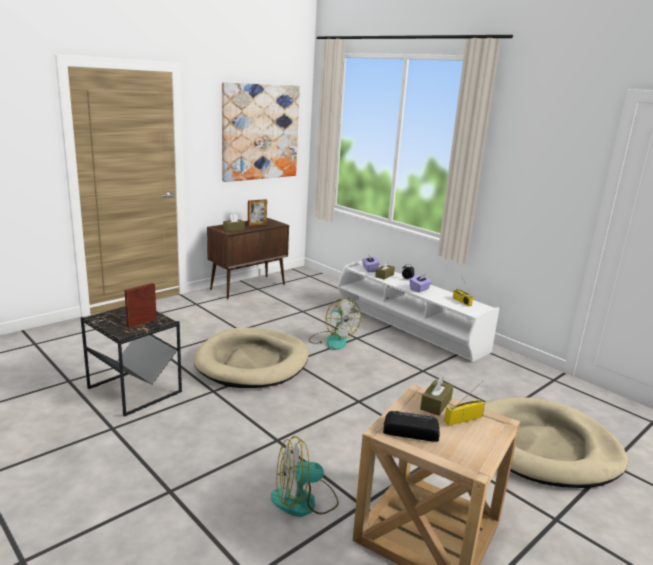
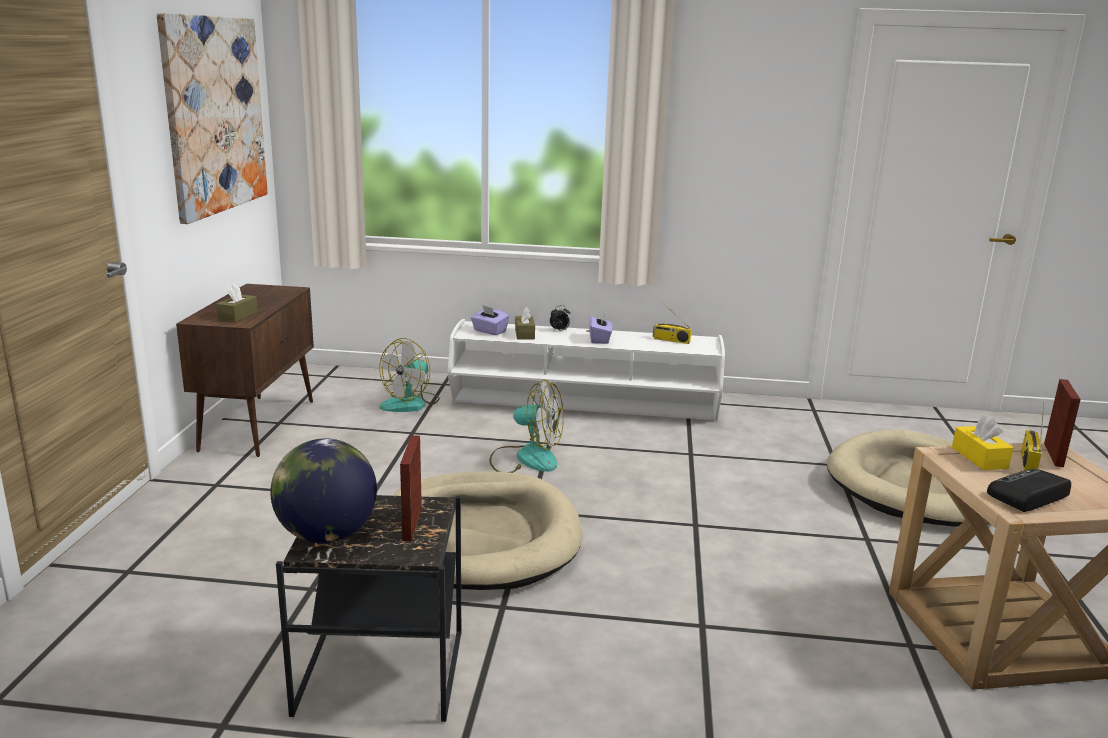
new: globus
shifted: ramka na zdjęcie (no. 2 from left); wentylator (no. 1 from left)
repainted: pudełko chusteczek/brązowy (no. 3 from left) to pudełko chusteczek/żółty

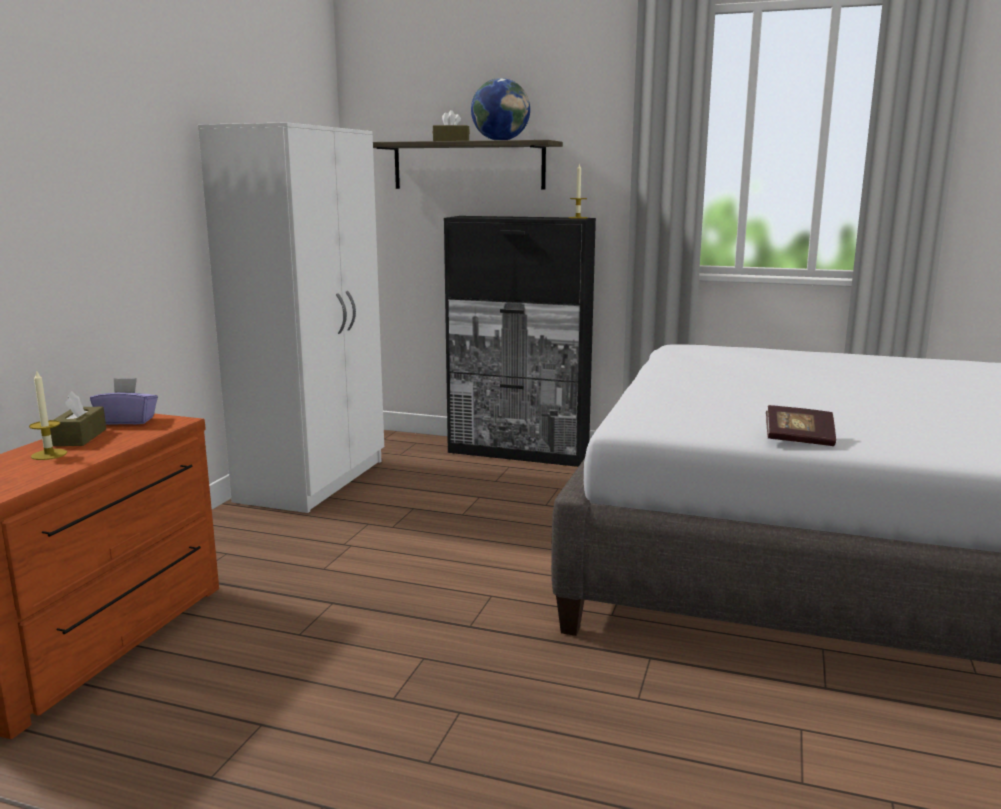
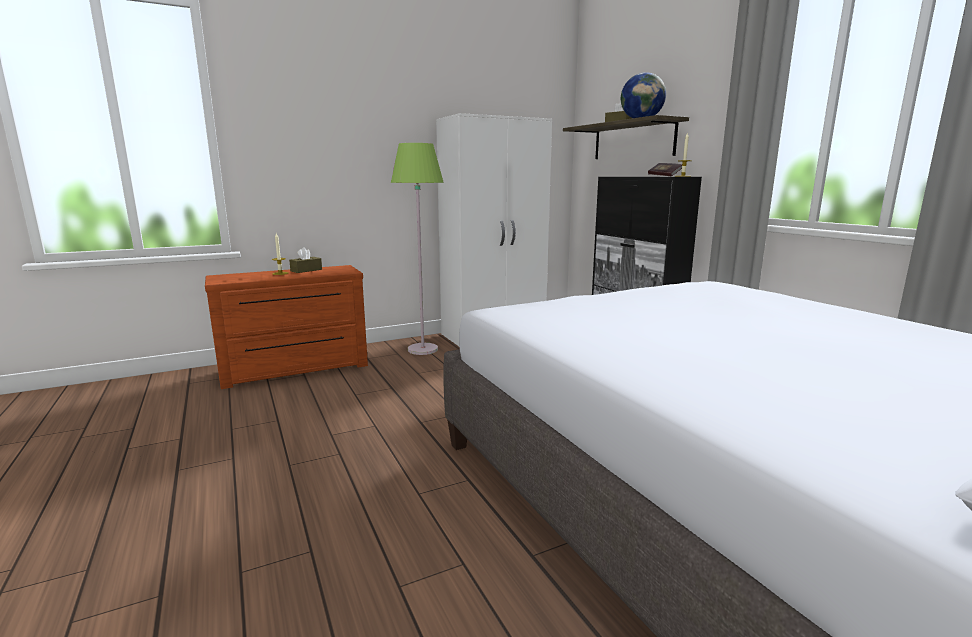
gone: pudełko chusteczek/fioletowy
new: lampa stojąca/zielony
shifted: książka

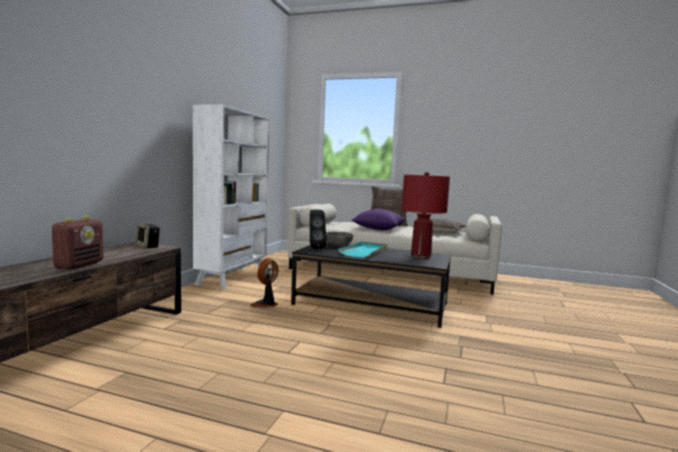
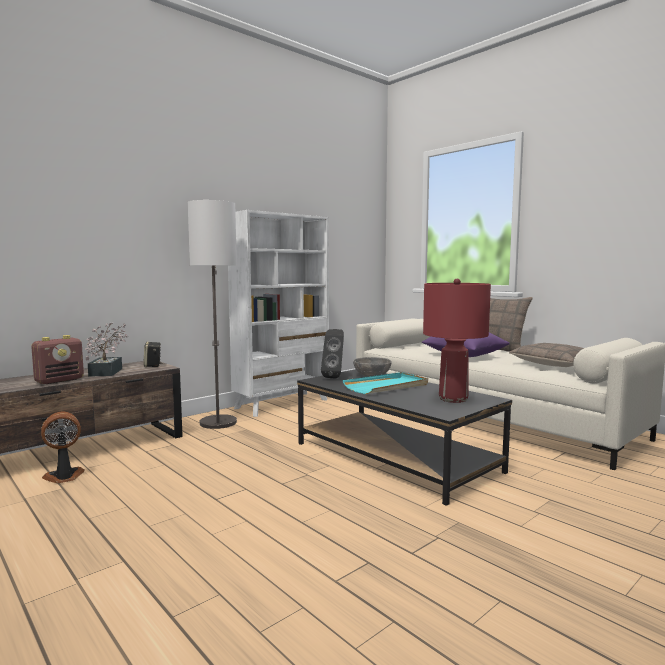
new: roślina doniczkowa; lampa stojąca
shifted: wentylator

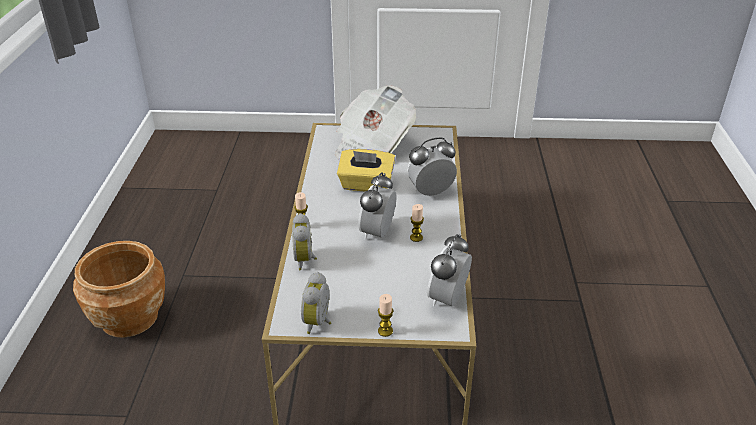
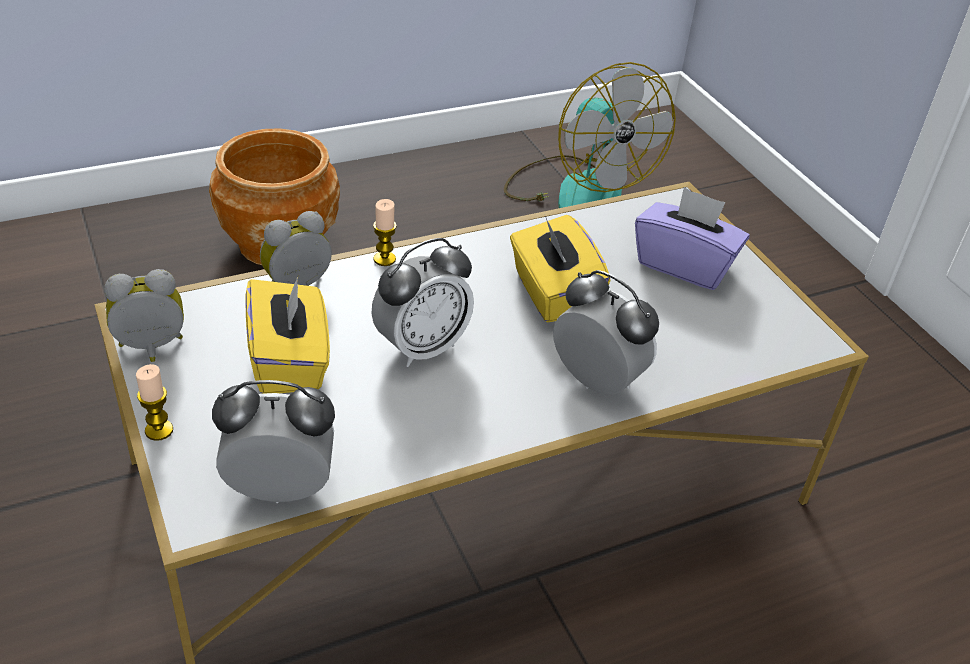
gone: świeca (no. 3 from left)
new: pudełko chusteczek/żółty (no. 1 from left); wentylator
swapped: gazeta to pudełko chusteczek/fioletowy
rotated: budzik (no. 3 from left in the first image) 150 degrees clockwise

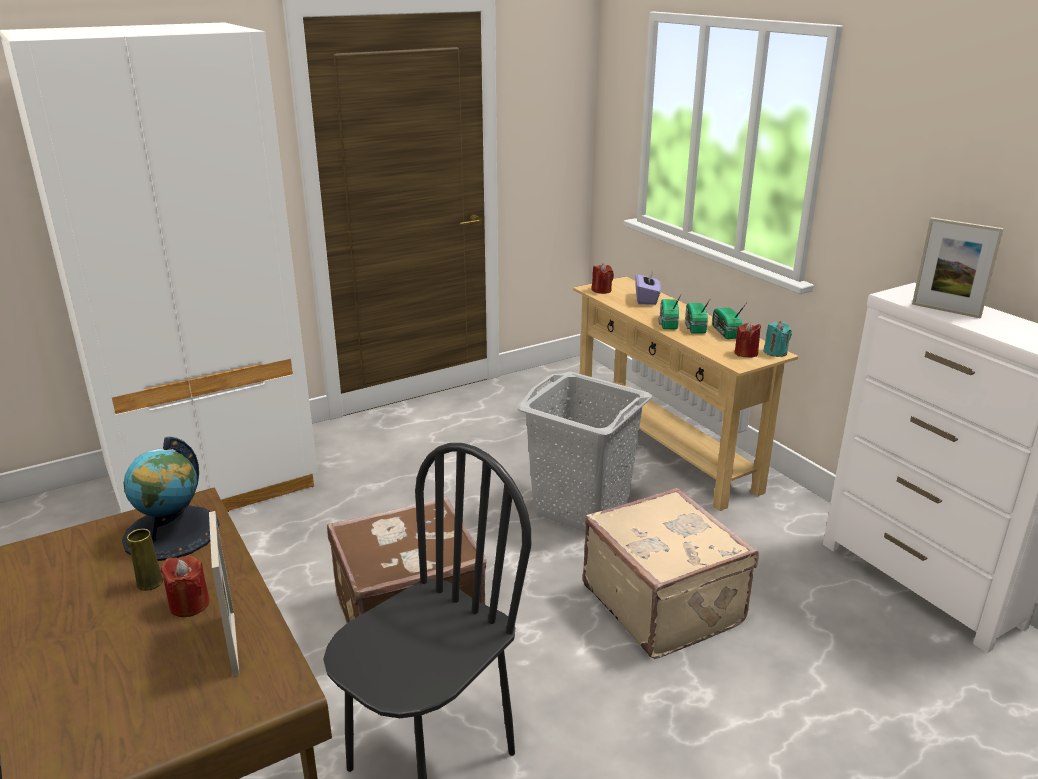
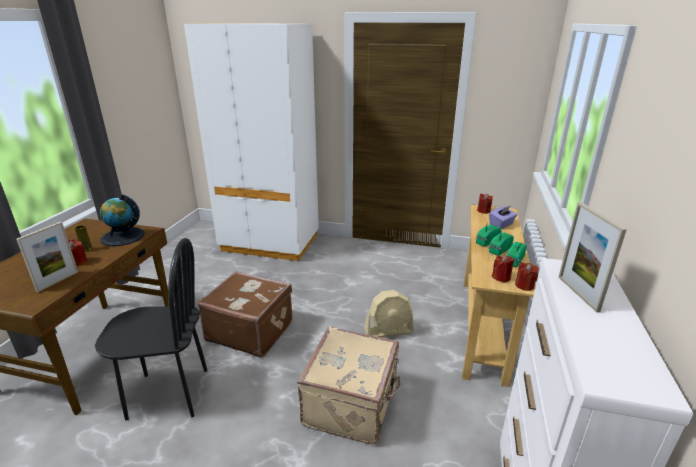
swapped: kosz na pranie/szary to wentylator/beżowy
repainted: świeca/turkusowy to świeca/czerwony (no. 4 from left)

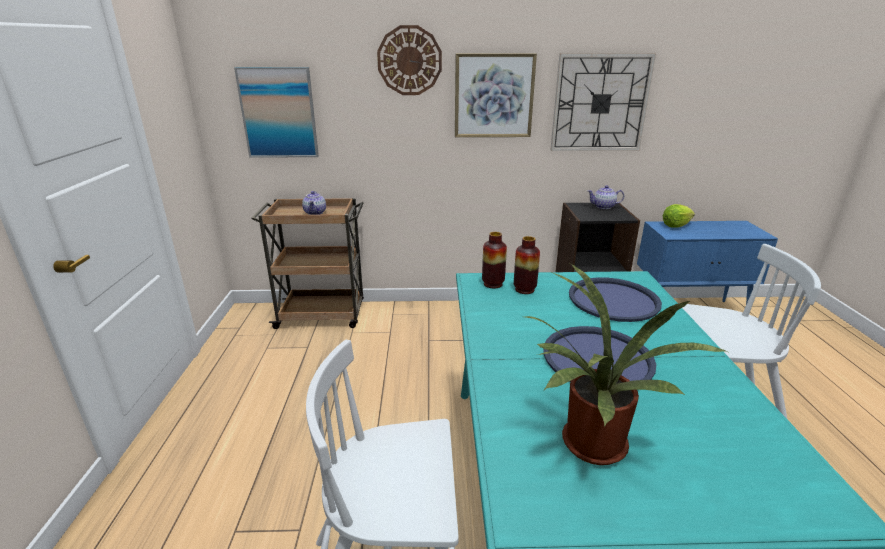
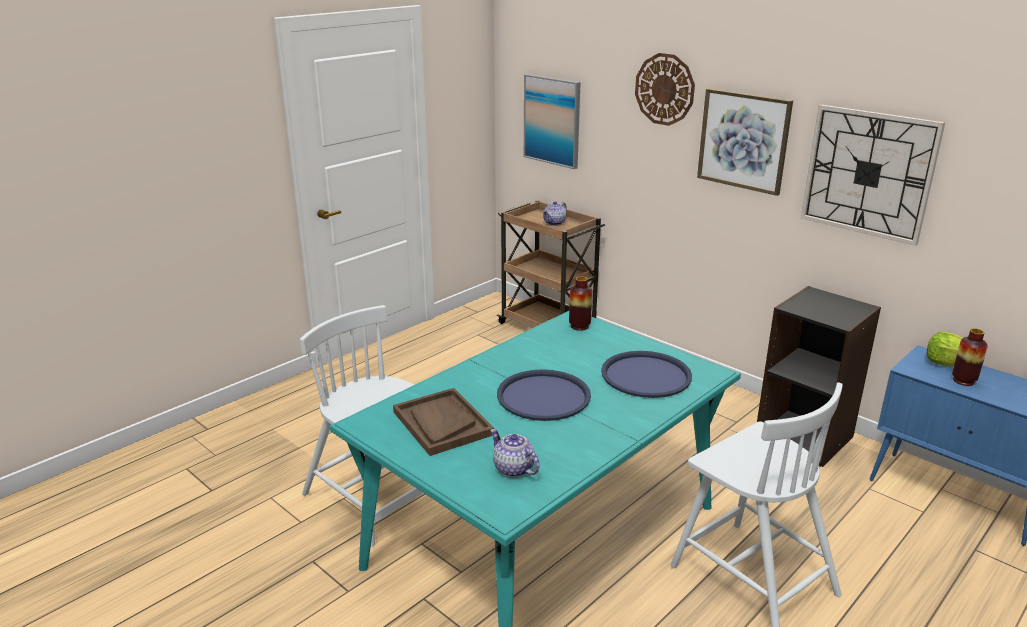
shifted: wazon (no. 2 from left); imbryk (no. 2 from left in the first image) to imbryk (no. 1 from left)
swapped: roślina doniczkowa to taca/brązowy

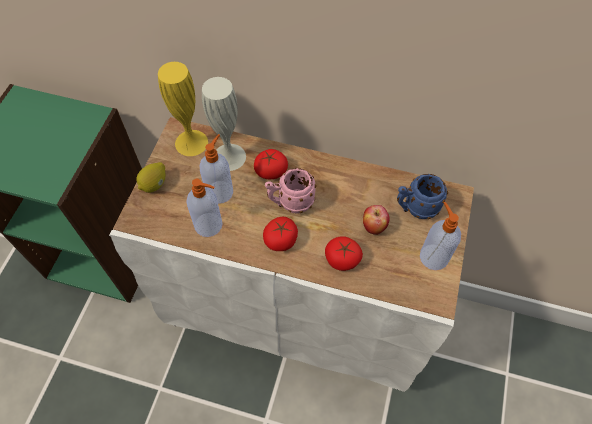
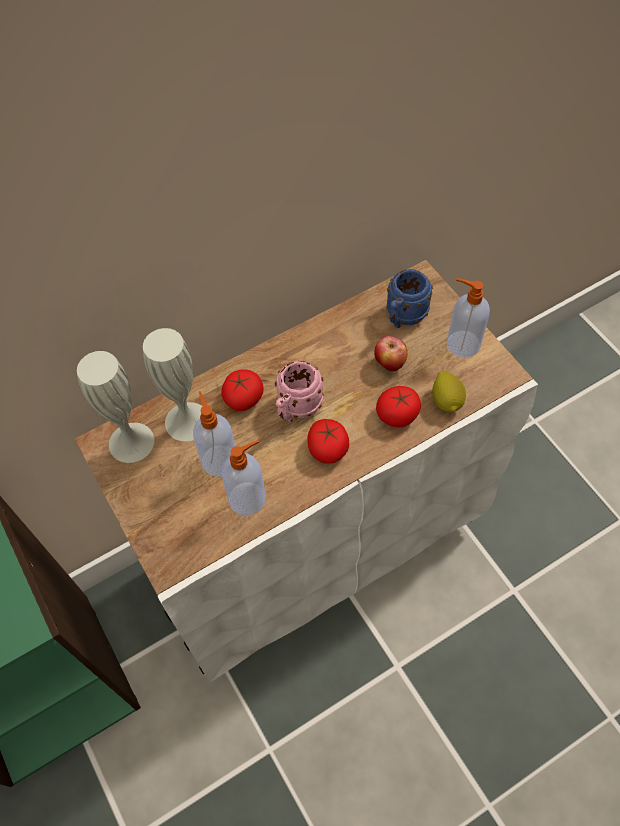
shifted: cytryna
repainted: wazon/żółty to wazon/biały (no. 1 from left)

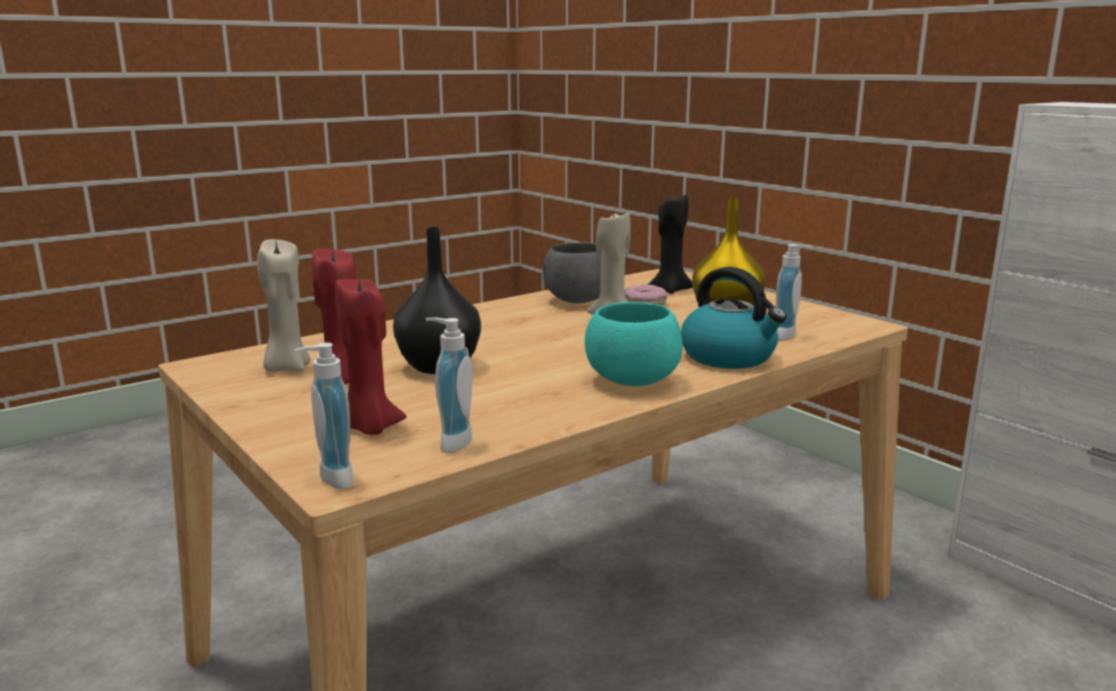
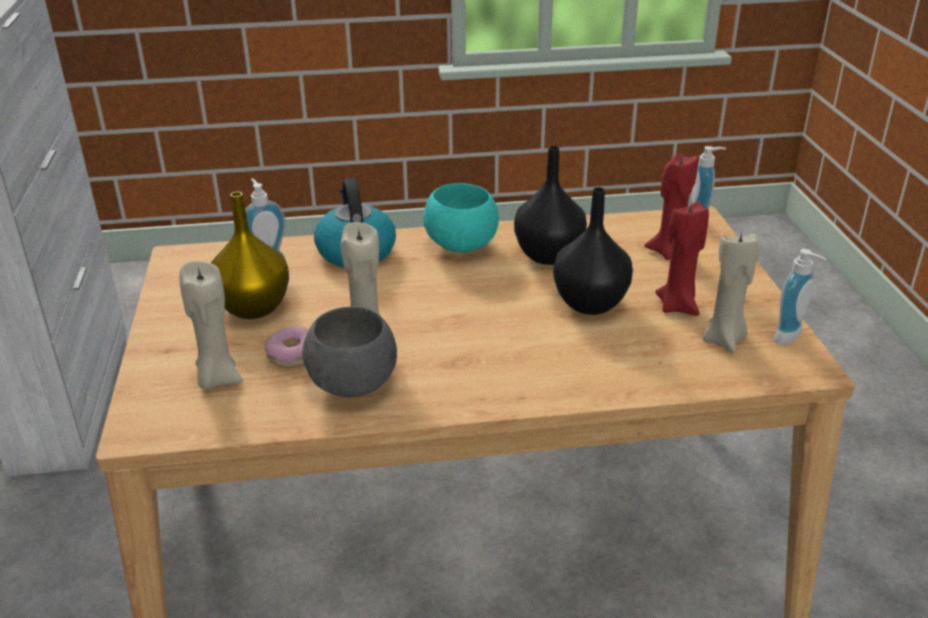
new: wazon/czarny (no. 1 from left)
shifted: dozownik mydła (no. 2 from left in the first image) to dozownik mydła (no. 3 from left)
repainted: świeca/czarny to świeca/beżowy (no. 1 from left)

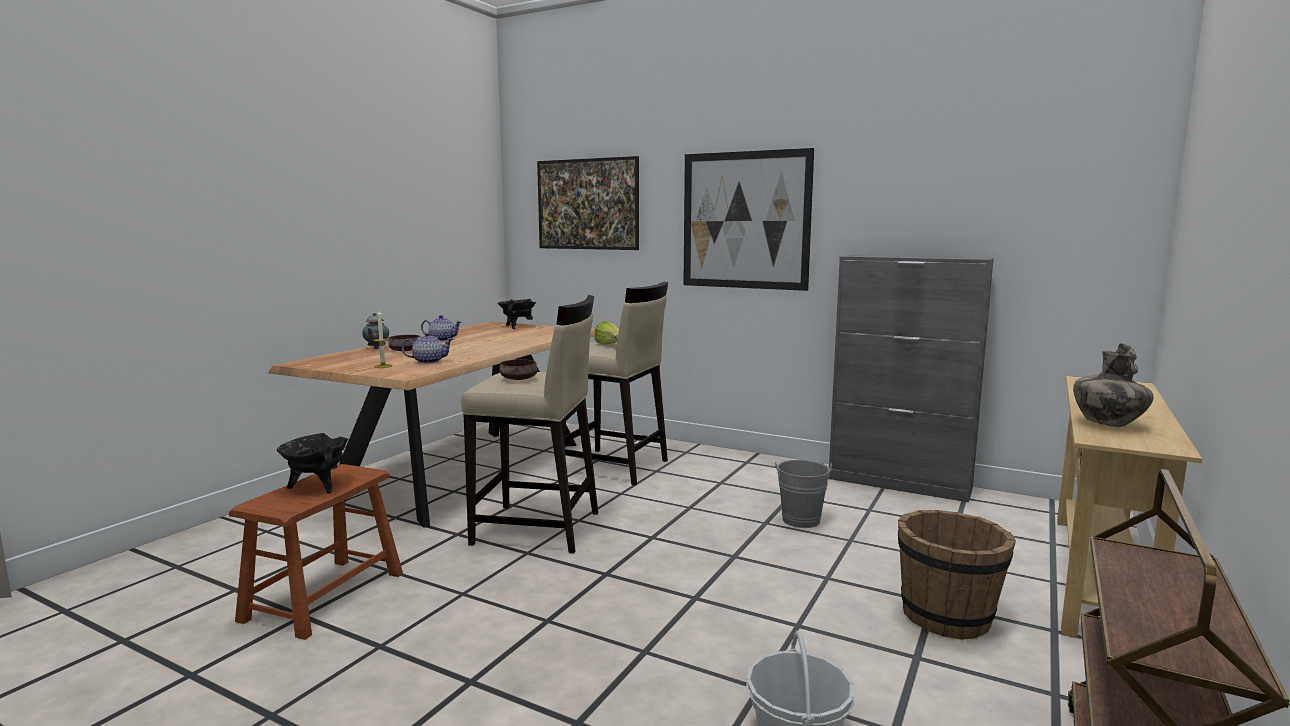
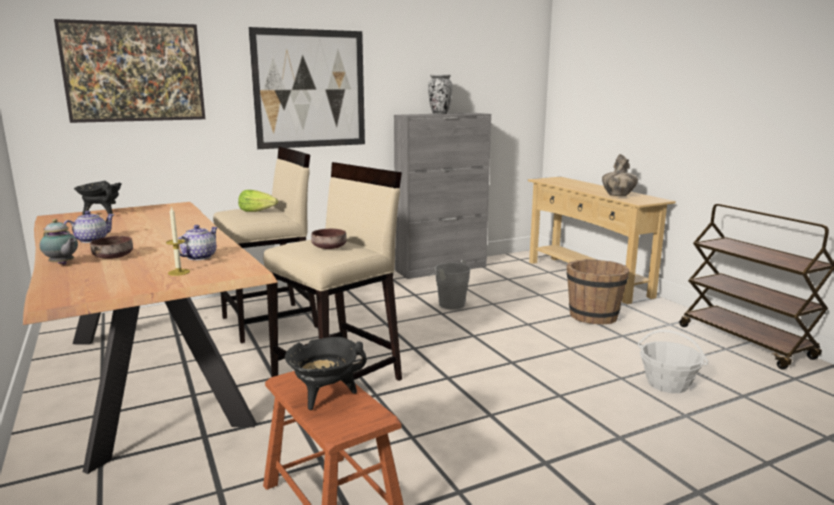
new: wazon (no. 1 from left)

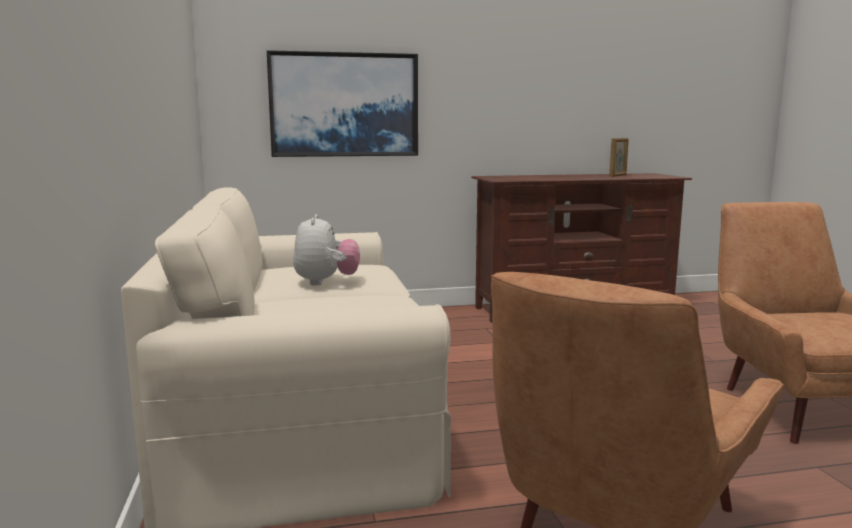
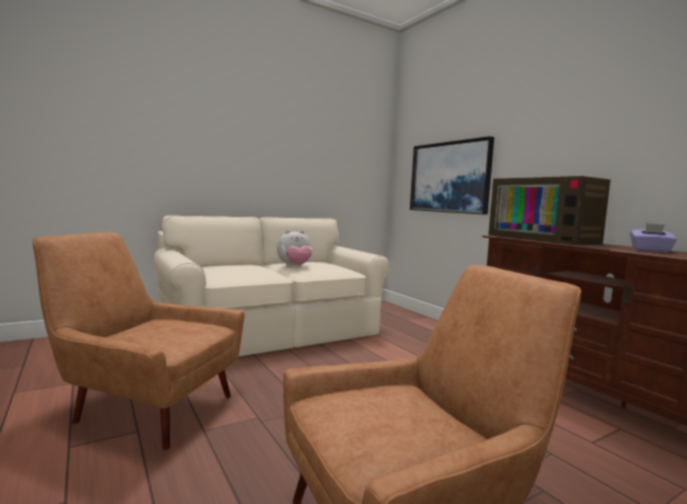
new: telewizor
swapped: ramka na zdjęcie to pudełko chusteczek/fioletowy

